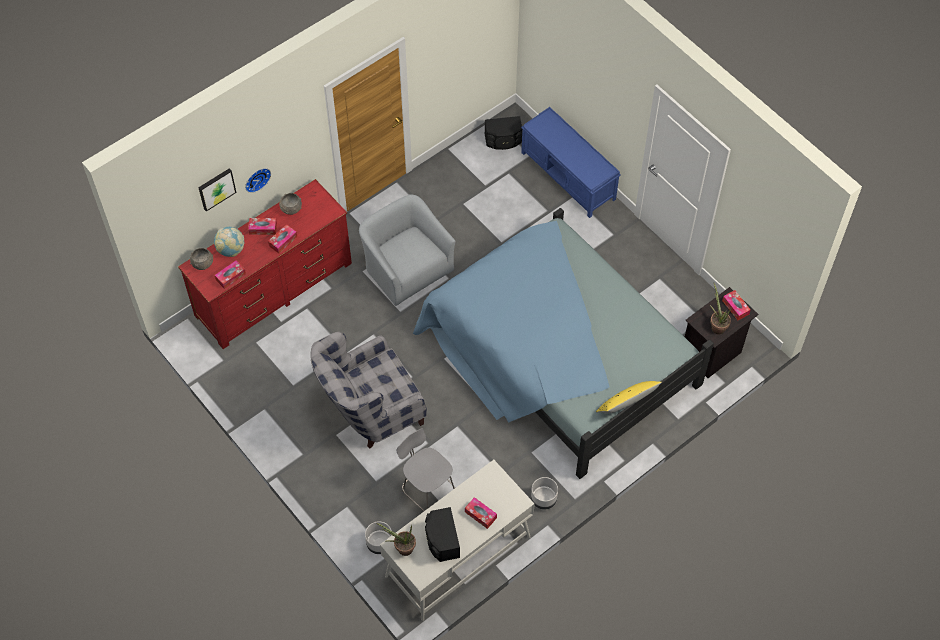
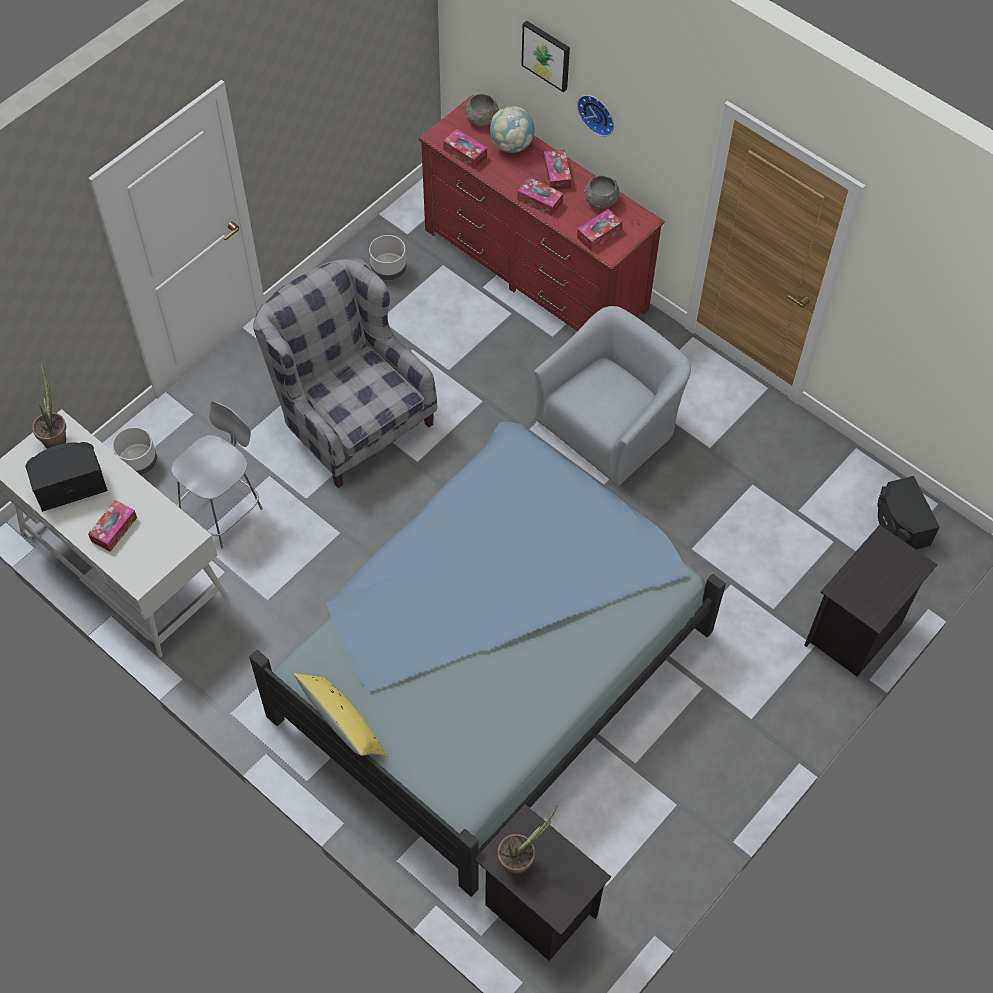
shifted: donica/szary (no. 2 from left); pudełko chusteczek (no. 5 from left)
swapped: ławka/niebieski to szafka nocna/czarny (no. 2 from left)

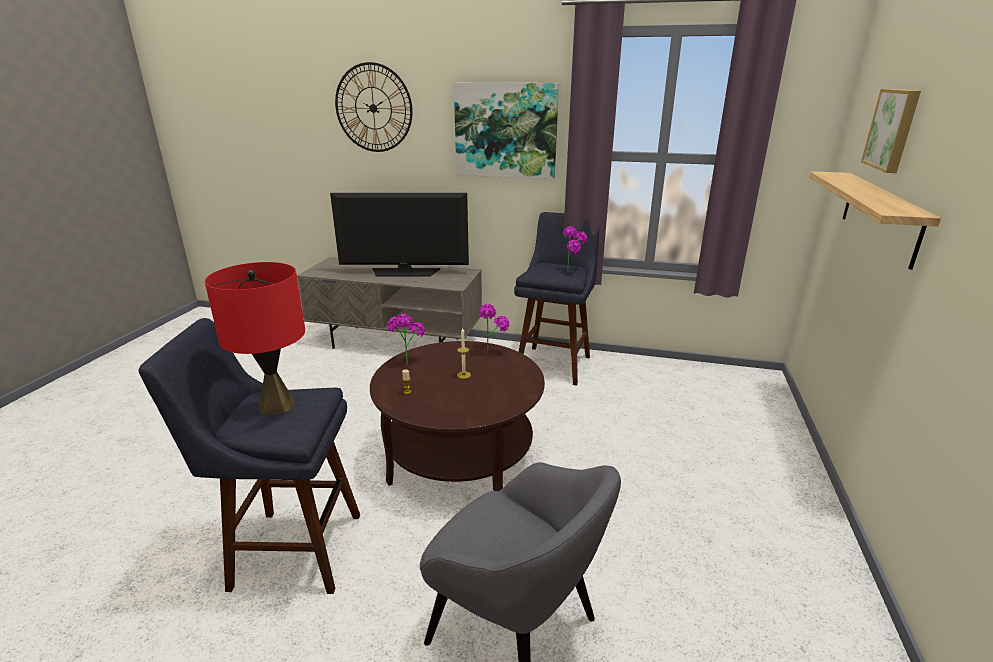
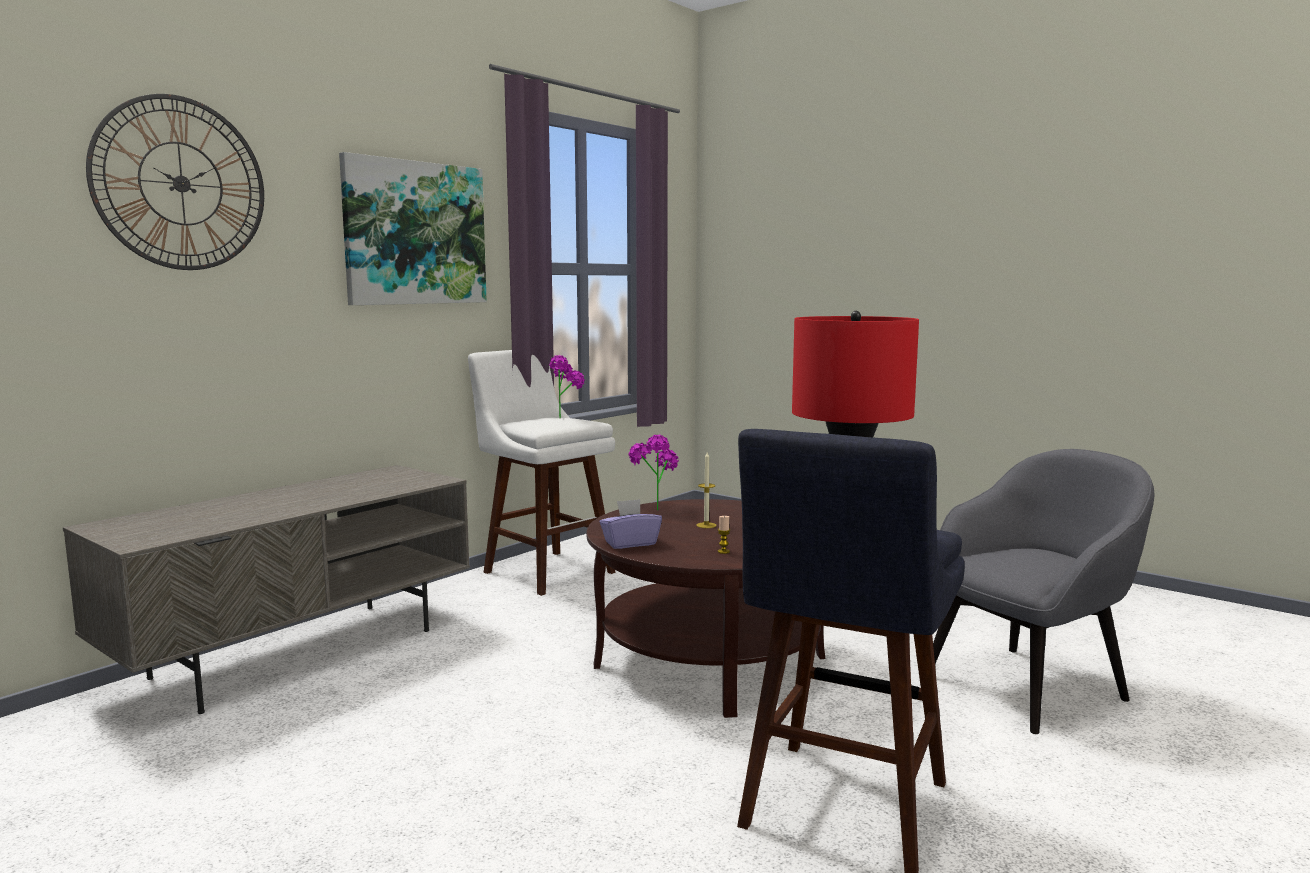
gone: telewizor; półka; obraz (no. 2 from left)
swapped: roślina doniczkowa (no. 1 from left) to pudełko chusteczek/fioletowy
repainted: stołek/niebieski (no. 2 from left) to stołek/biały

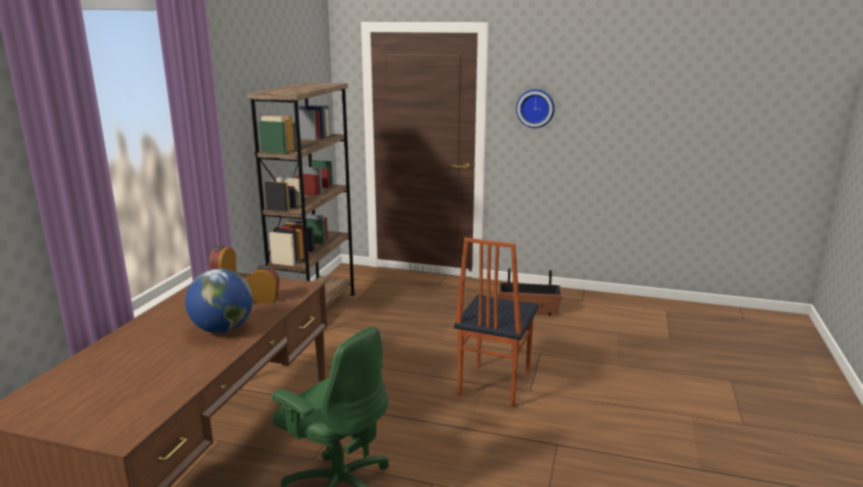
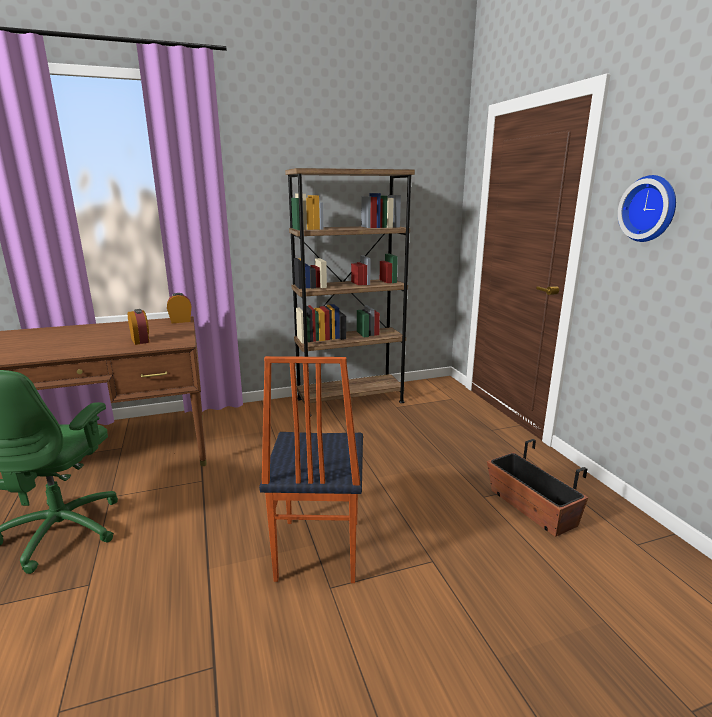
gone: globus
rotated: krzesło 75 degrees counterclockwise

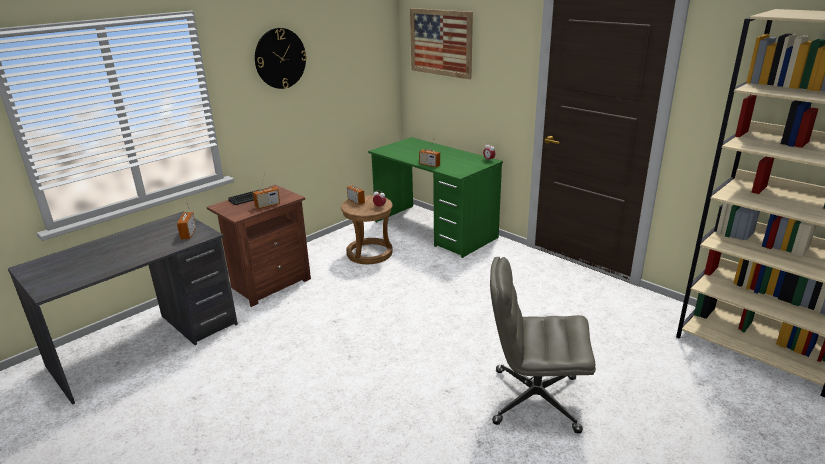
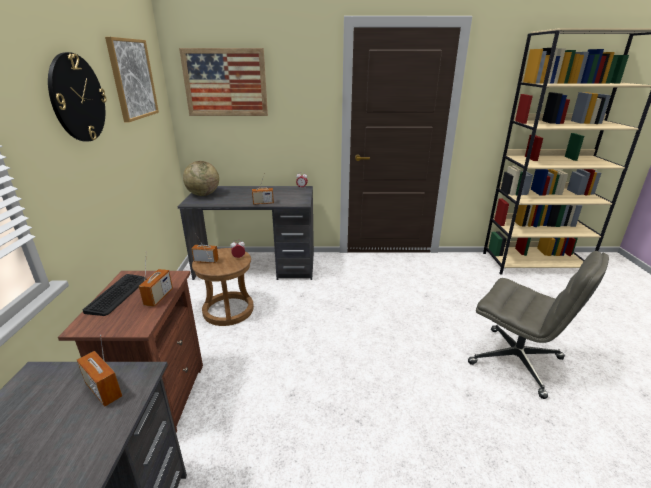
new: obraz (no. 1 from left); globus
repainted: biurko/zielony to biurko/szary (no. 2 from left)
rotated: krzesło biurowe/szary 105 degrees counterclockwise

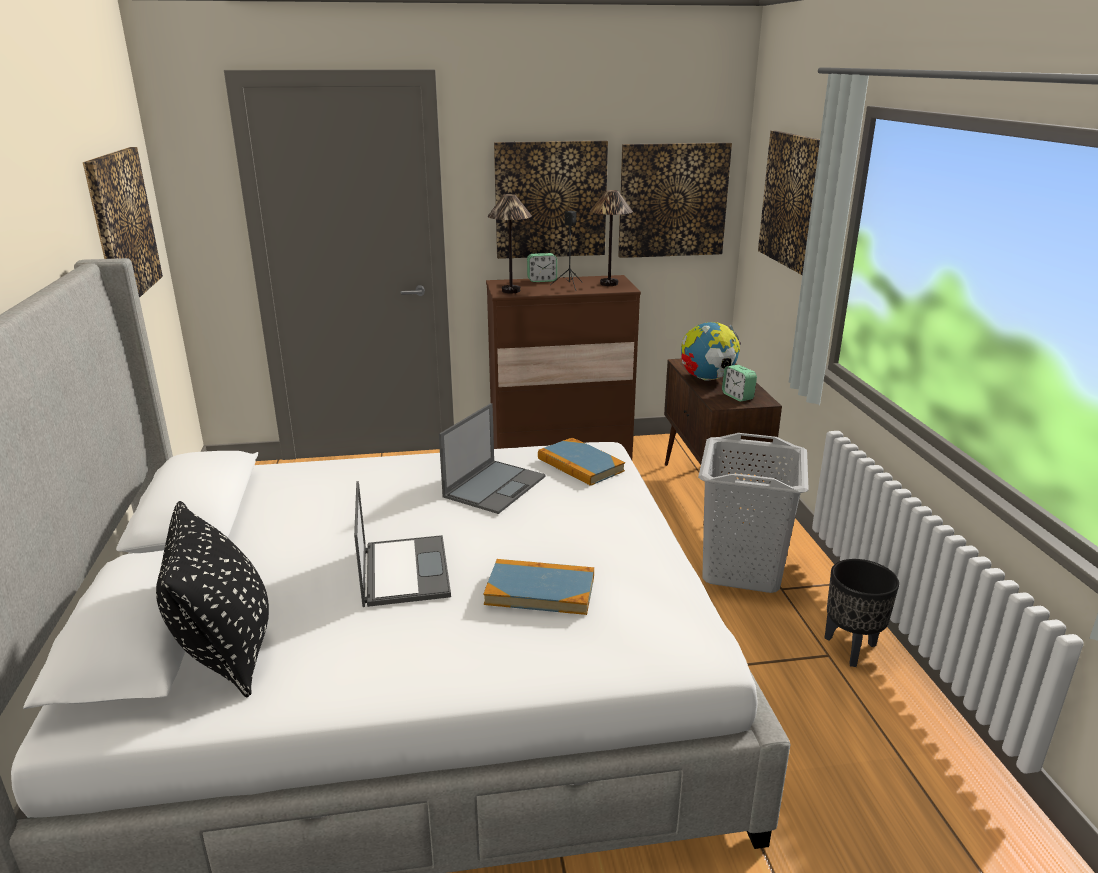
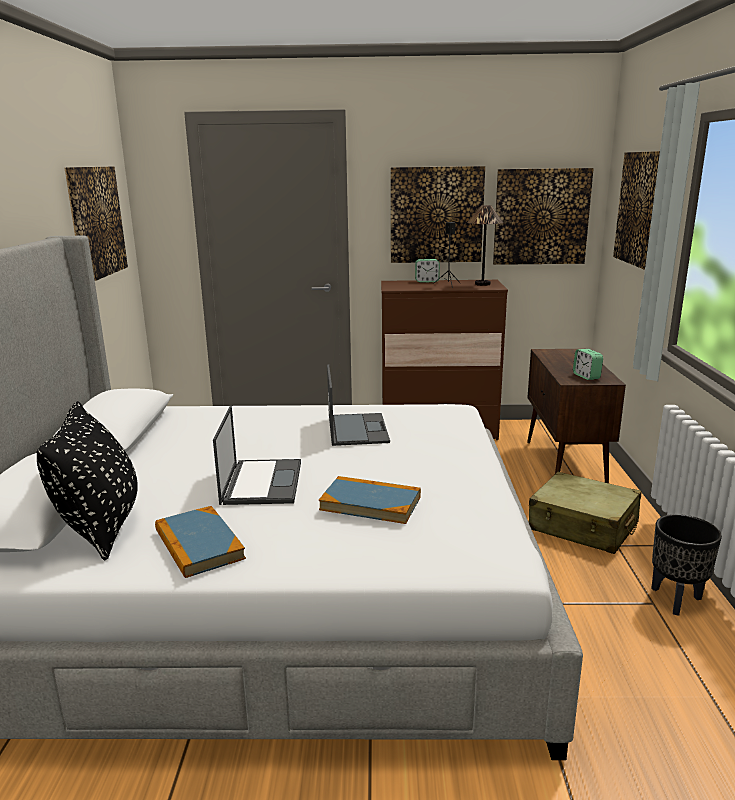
gone: lampa stołowa (no. 1 from left); globus
shifted: książka (no. 2 from left in the first image) to książka (no. 1 from left)
swapped: kosz na pranie/szary to walizka/beżowy
rotated: laptop (no. 2 from left) 45 degrees counterclockwise

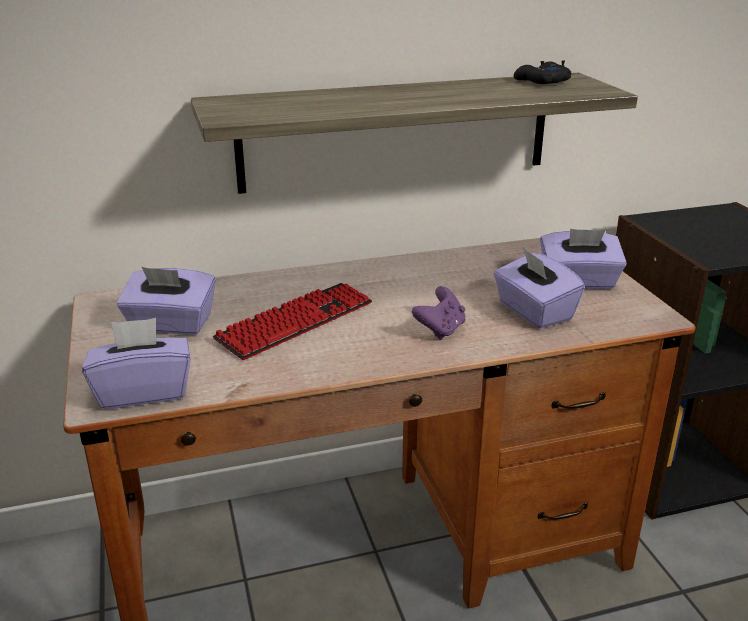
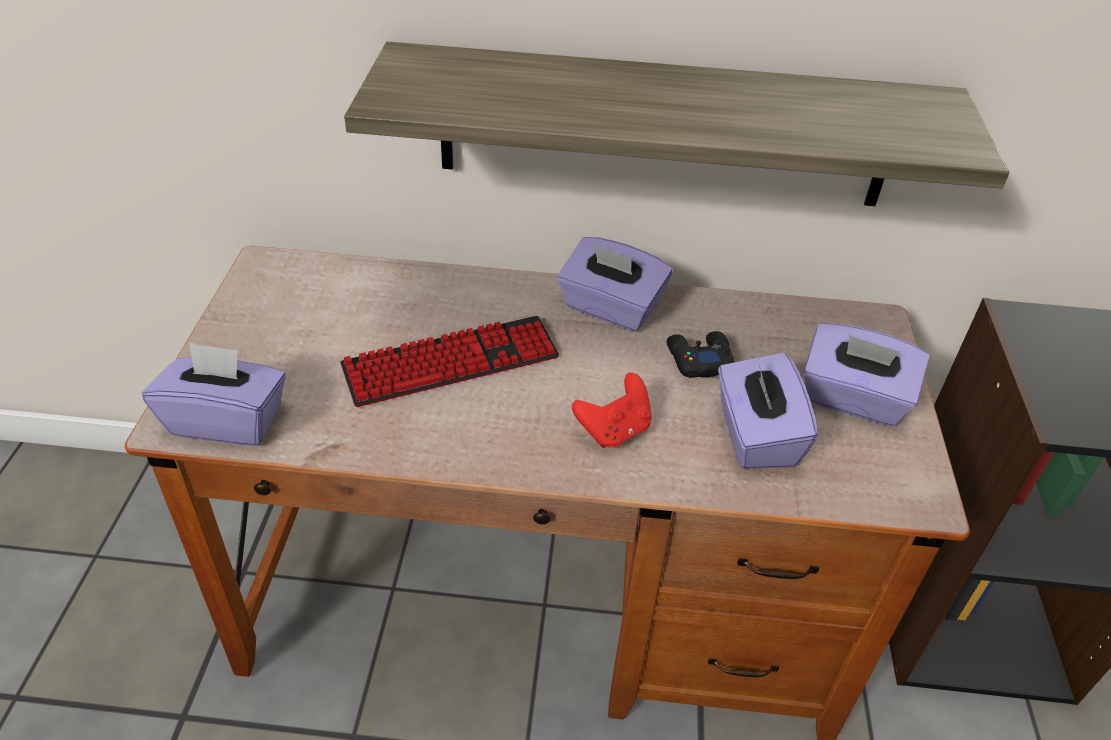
shifted: pudełko chusteczek/fioletowy (no. 2 from left); pad do gier/czarny
repainted: pad do gier/fioletowy to pad do gier/czerwony

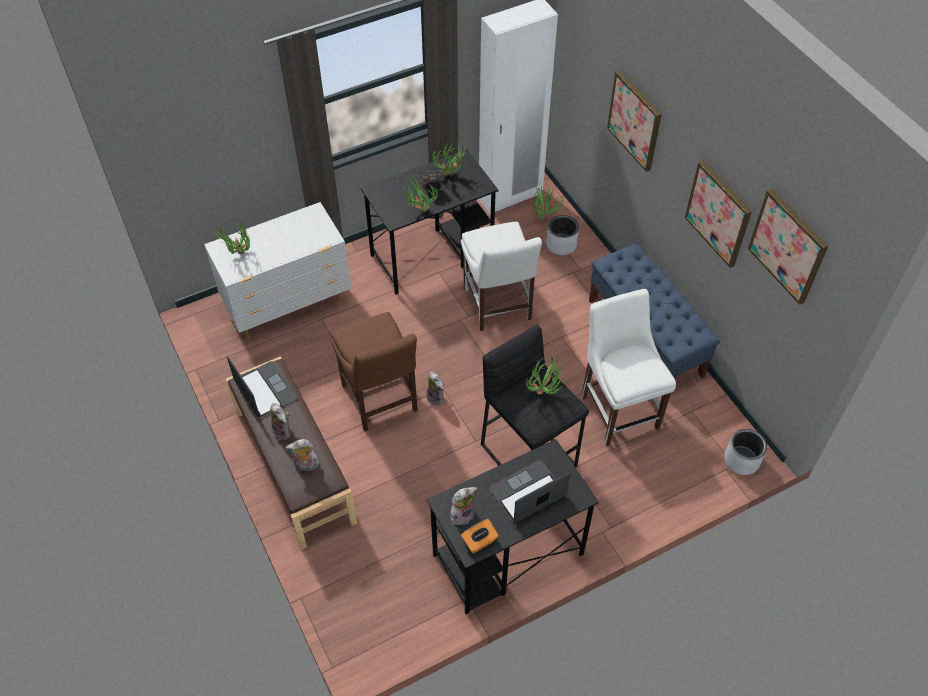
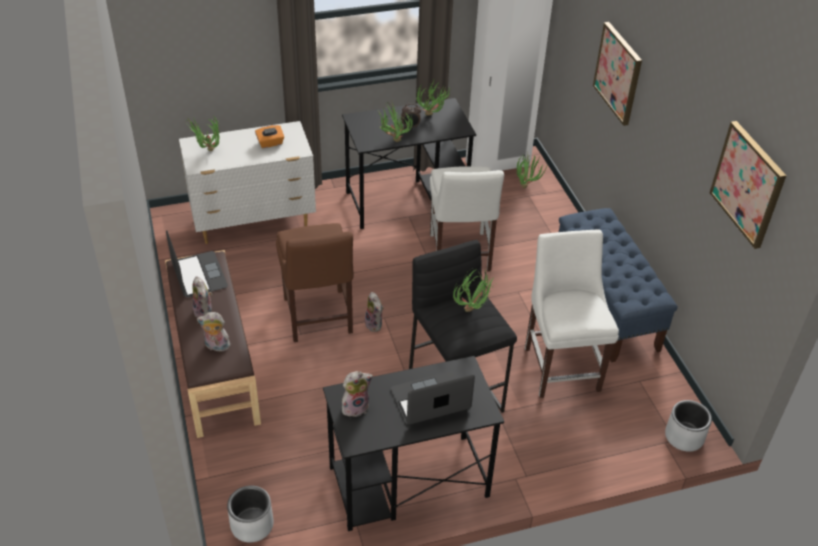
gone: obraz (no. 2 from left)
shifted: pudełko chusteczek/pomarańczowy; donica/szary (no. 1 from left)

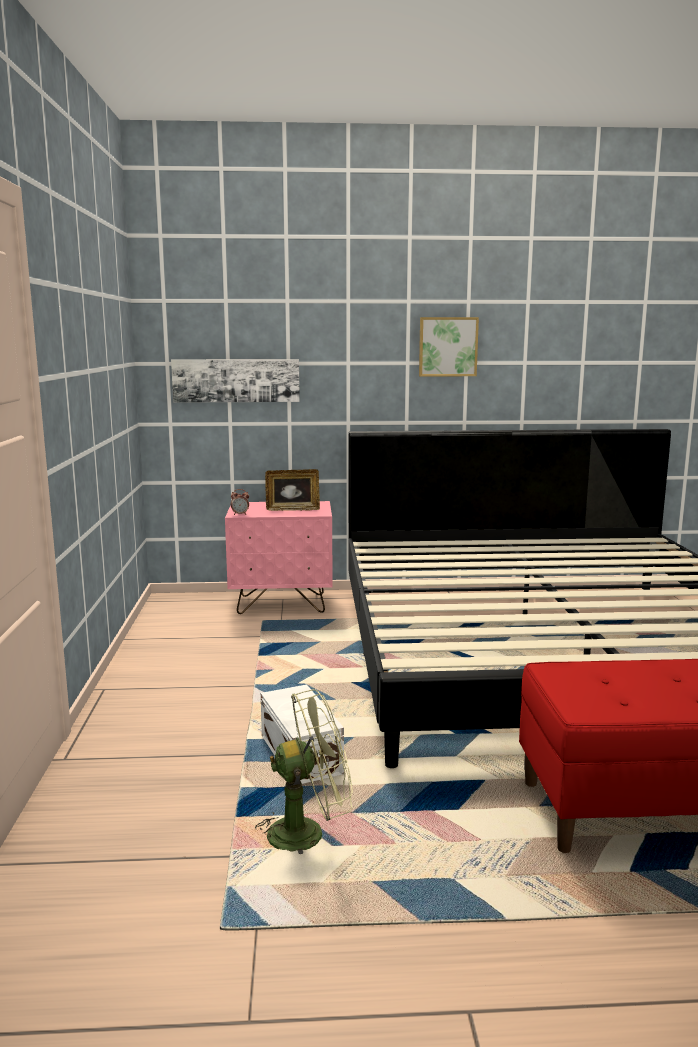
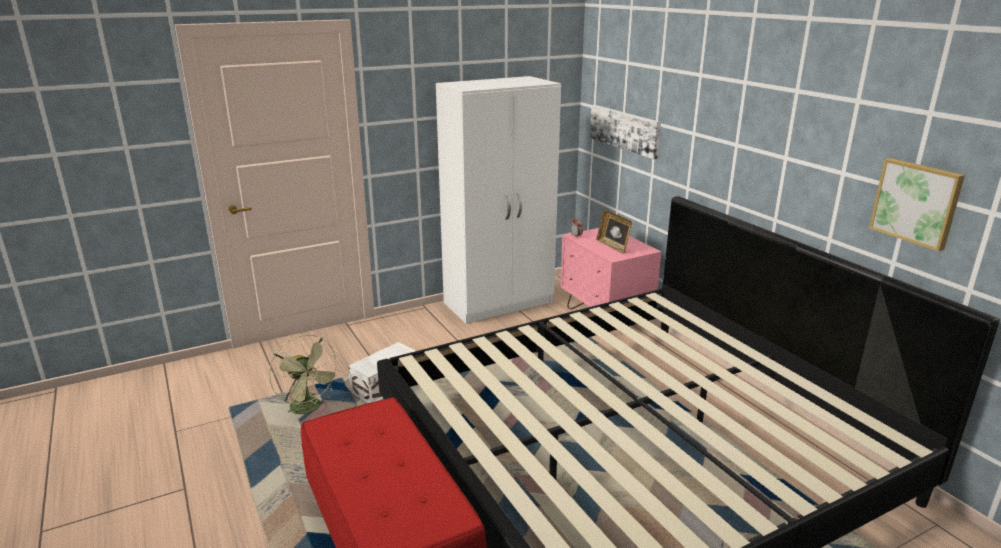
new: szafa/biały
shifted: obraz (no. 2 from left)

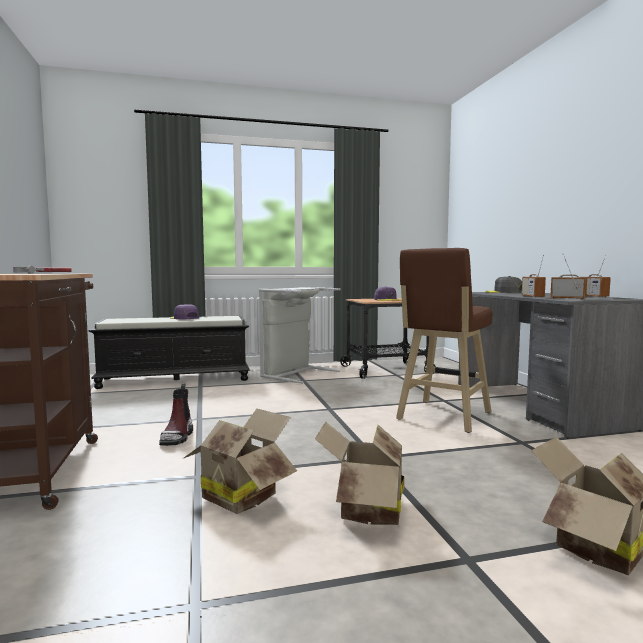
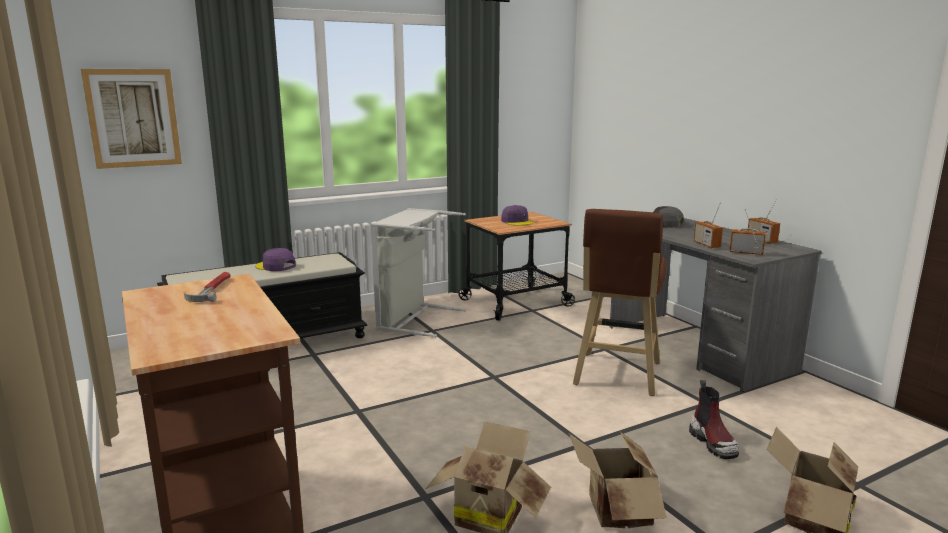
new: obraz
shifted: but z cholewką

